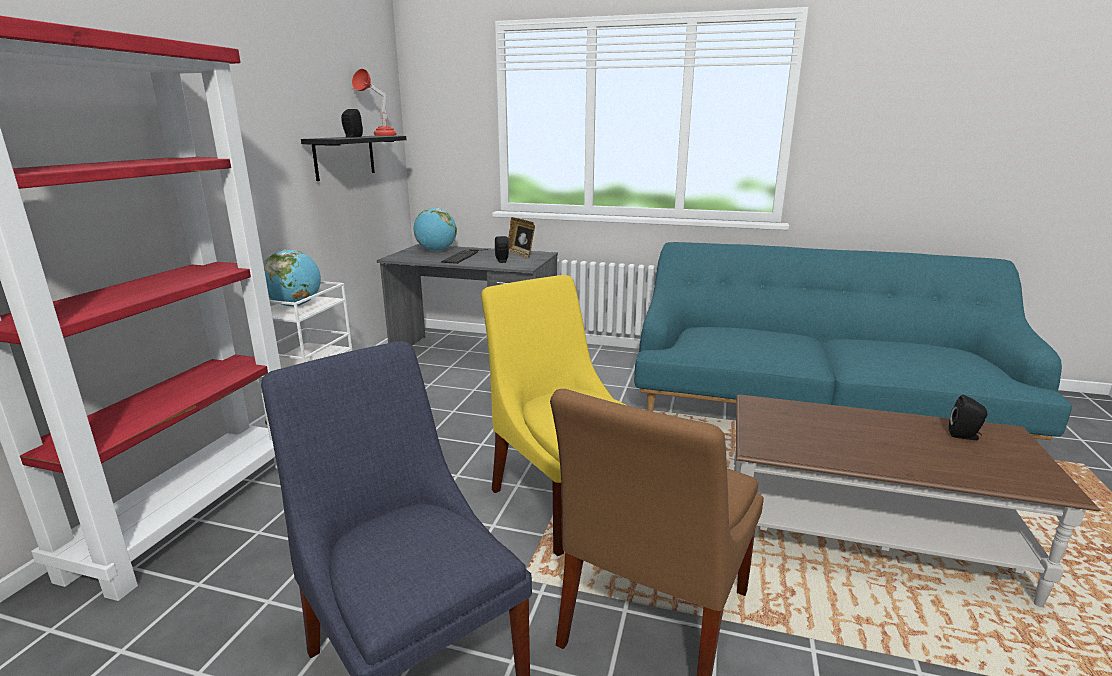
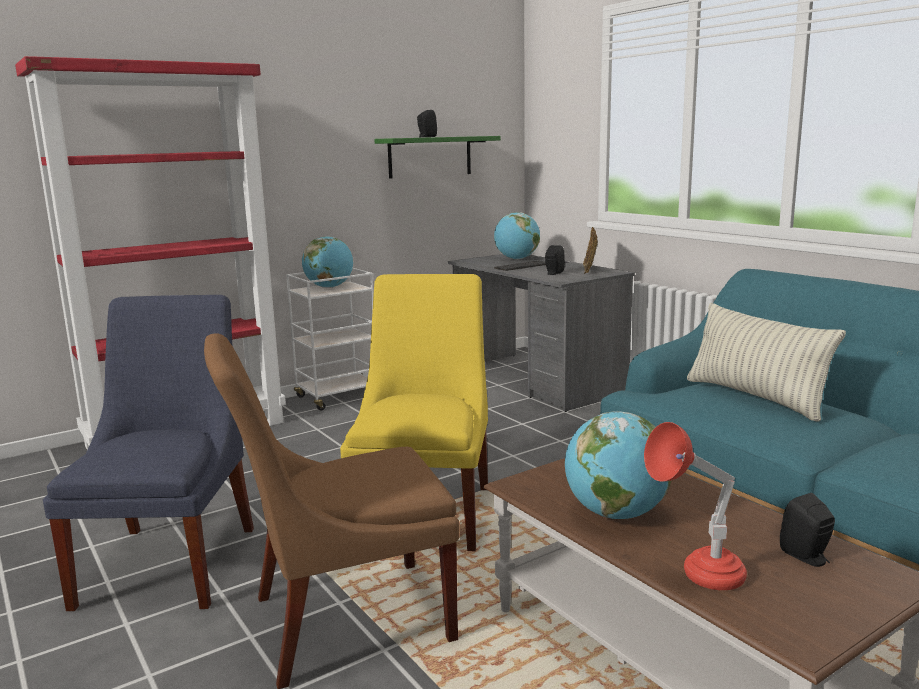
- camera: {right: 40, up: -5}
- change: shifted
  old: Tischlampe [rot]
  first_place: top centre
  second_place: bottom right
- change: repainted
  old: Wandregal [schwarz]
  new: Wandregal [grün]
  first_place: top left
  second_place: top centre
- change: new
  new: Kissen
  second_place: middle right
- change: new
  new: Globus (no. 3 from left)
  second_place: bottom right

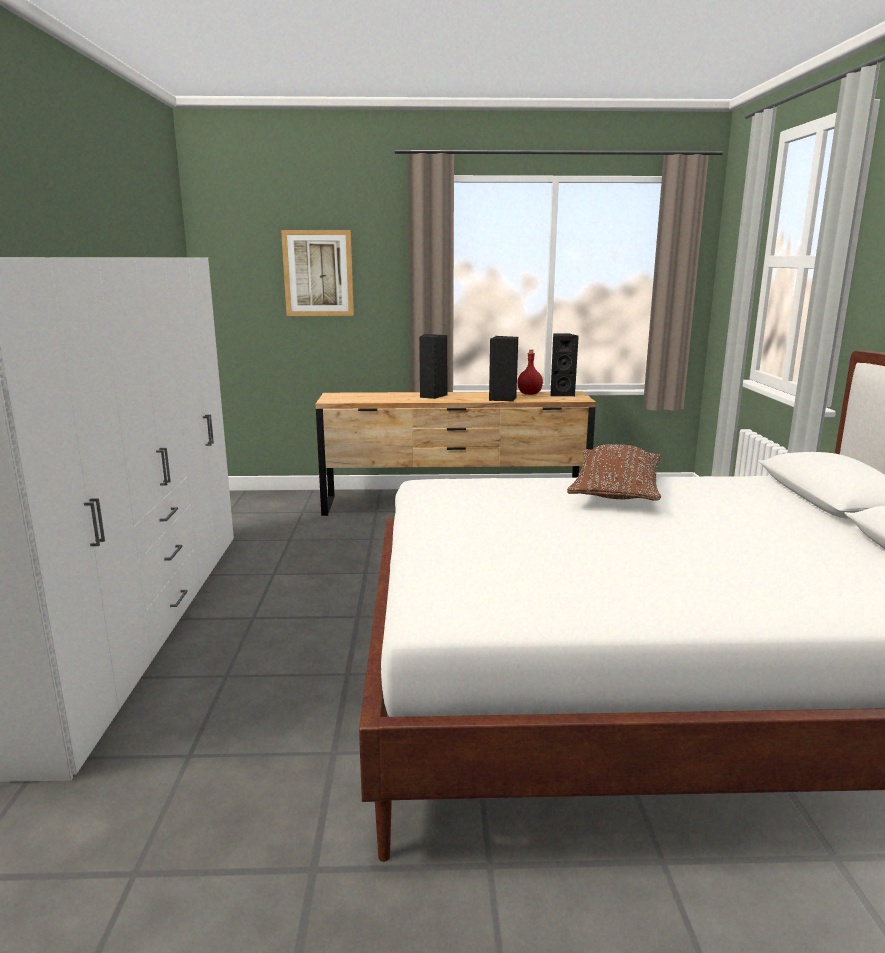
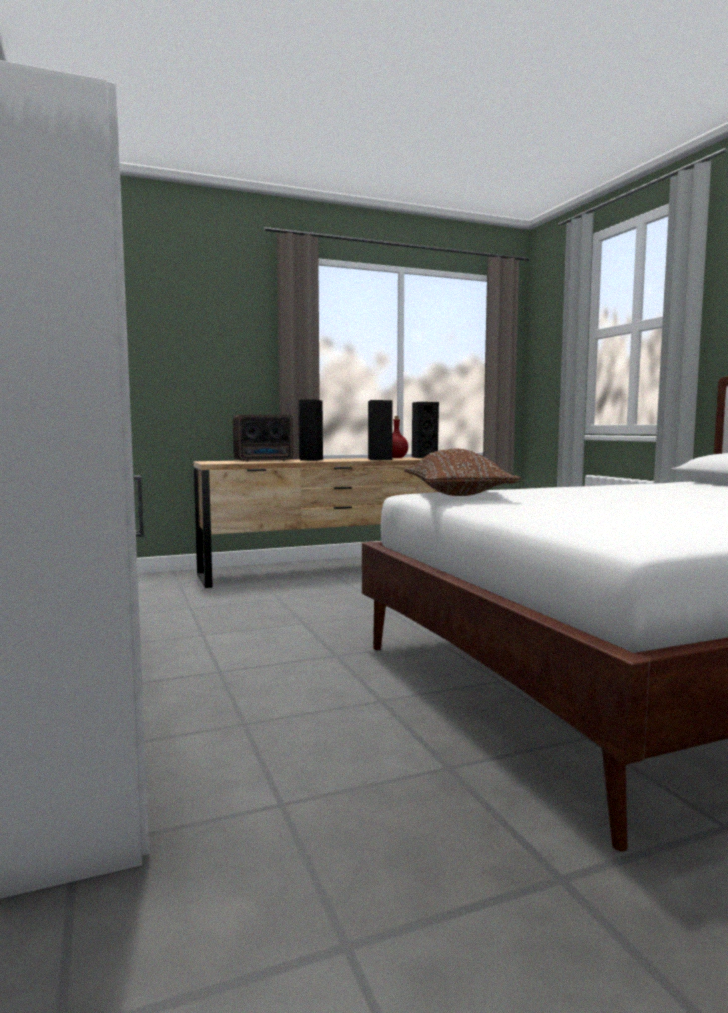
- camera: {right: -20, up: -10}
- change: gone
  old: Bild
  first_place: top centre
- change: shifted
  old: Kissen [braun]
  first_place: middle right
  second_place: centre
- change: new
  new: Radio
  second_place: centre

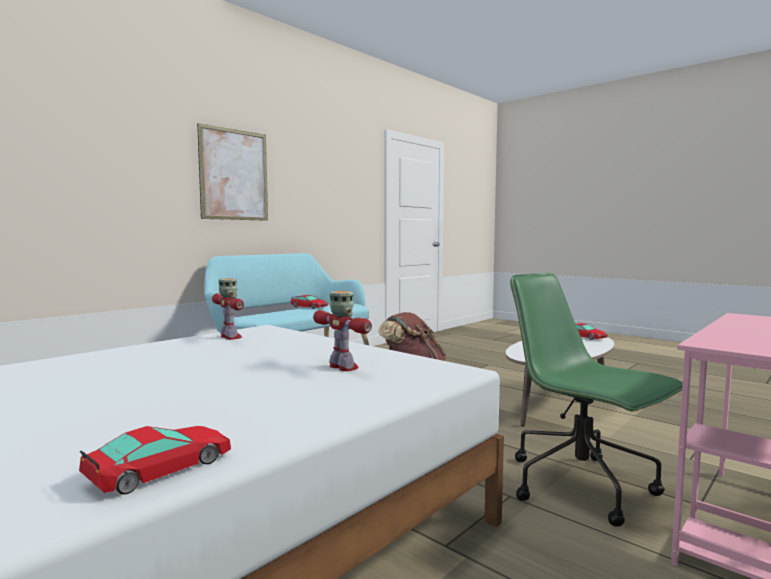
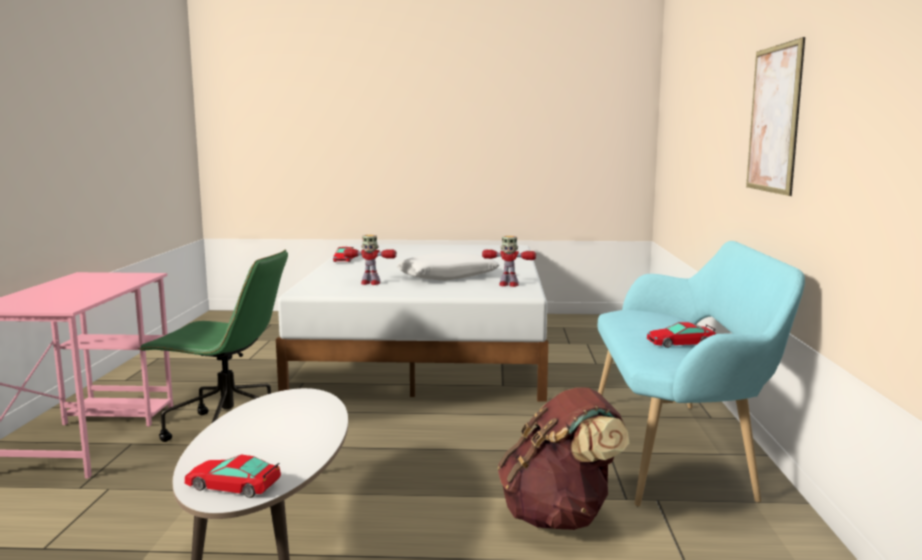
- camera: {right: 140, up: 5}
- change: new
  new: Kissen [weiß]
  second_place: centre

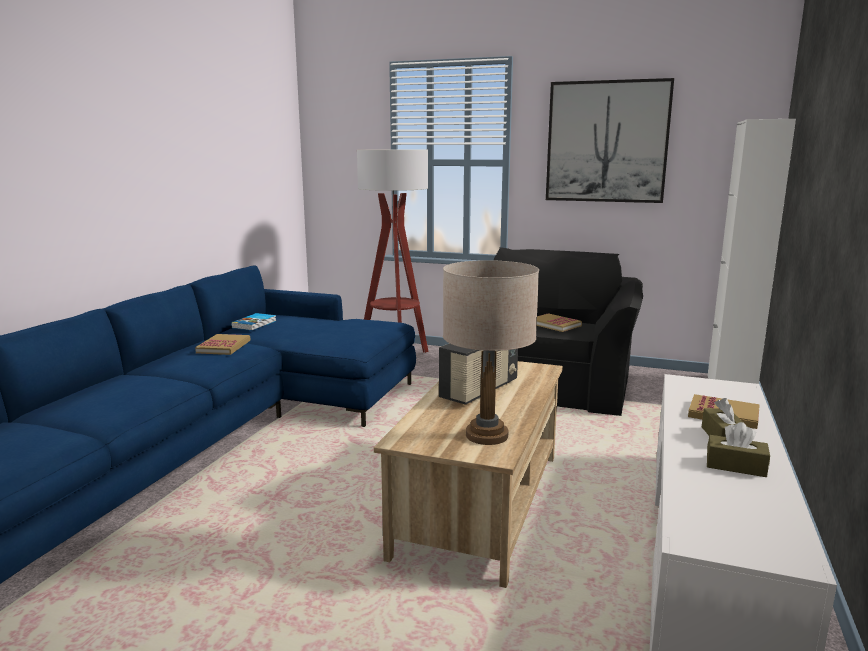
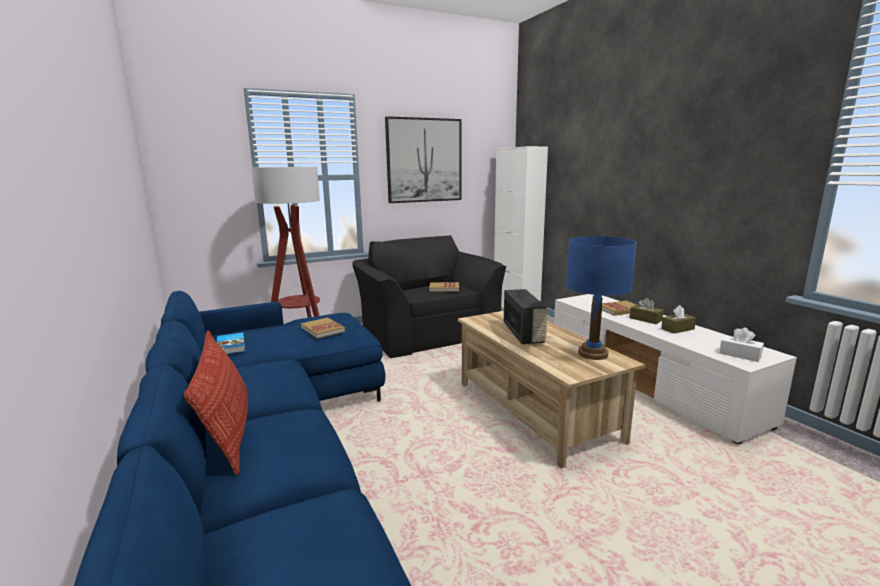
- camera: {right: -45, up: 0}
- change: repainted
  old: Tischlampe [beige]
  new: Tischlampe [blau]
  first_place: centre
  second_place: middle right
- change: shifted
  old: Buch (no. 1 from left in the first image)
  new: Buch (no. 2 from left)
  first_place: middle left
  second_place: centre
- change: new
  new: Taschentuchbox [weiß]
  second_place: middle right
- change: new
  new: Kissen
  second_place: bottom left

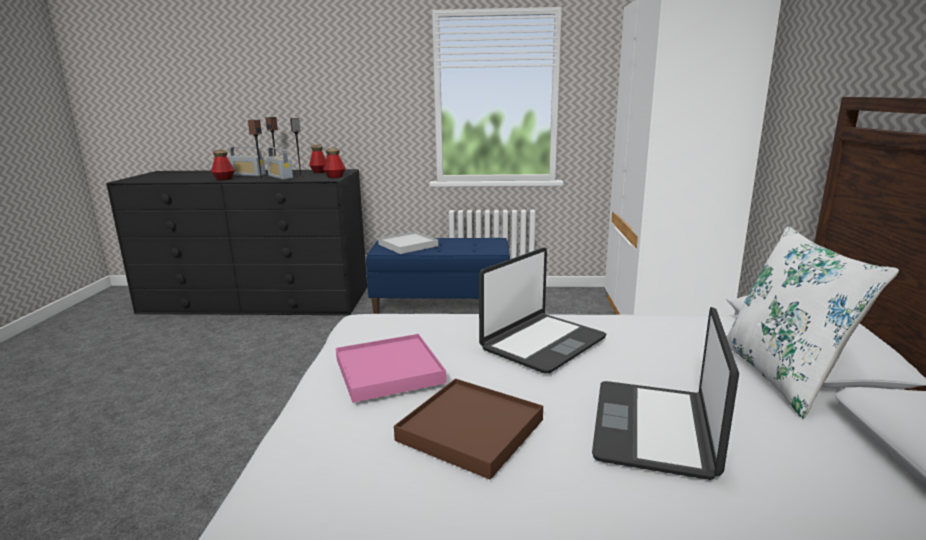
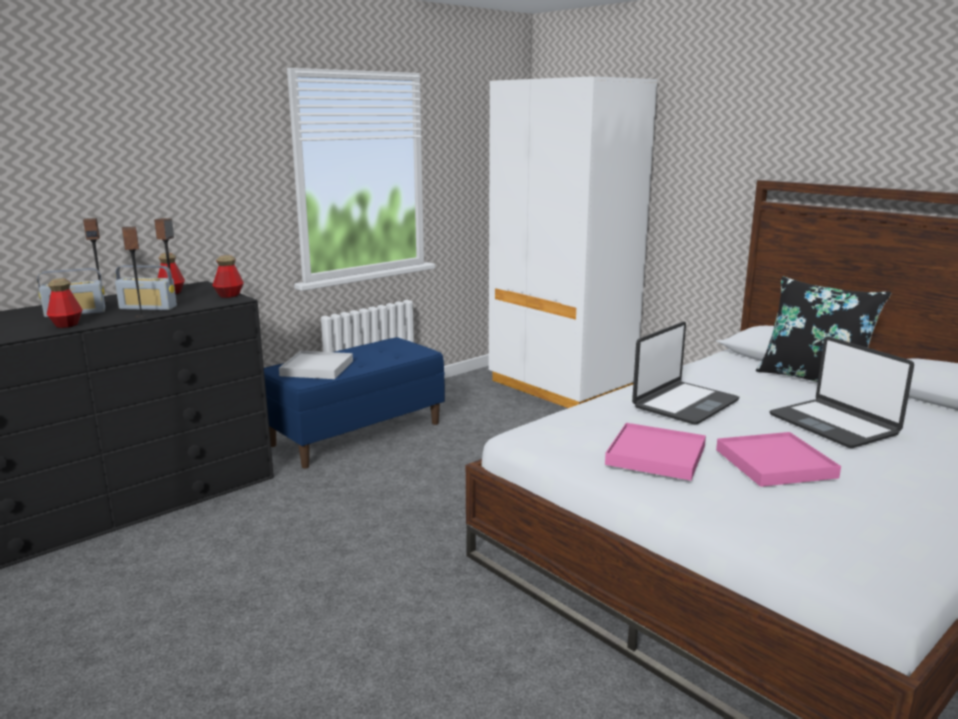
- camera: {right: -45, up: 0}
- change: repainted
  old: Kissen [weiß]
  new: Kissen [schwarz]
  first_place: middle right
  second_place: middle right
- change: rotated
  old: Laptop (no. 1 from left)
  first_place: centre
  second_place: middle right
  degrees: 45
- change: repainted
  old: Tablett [braun]
  new: Tablett [rosa] (no. 2 from left)
  first_place: bottom centre
  second_place: middle right

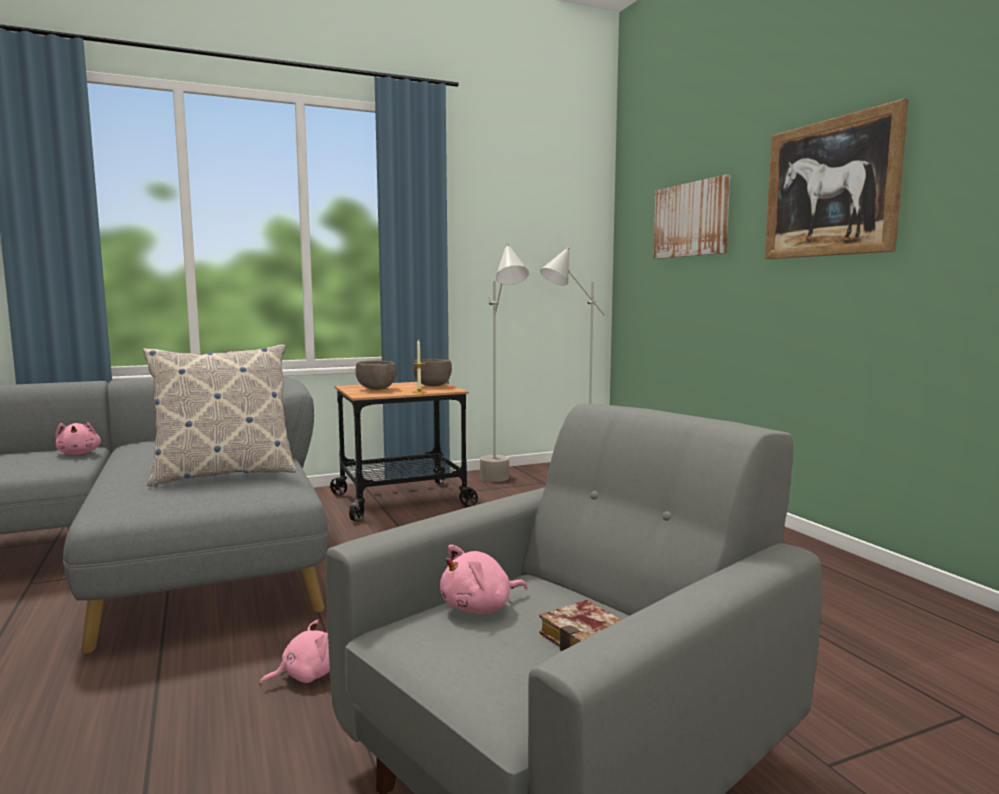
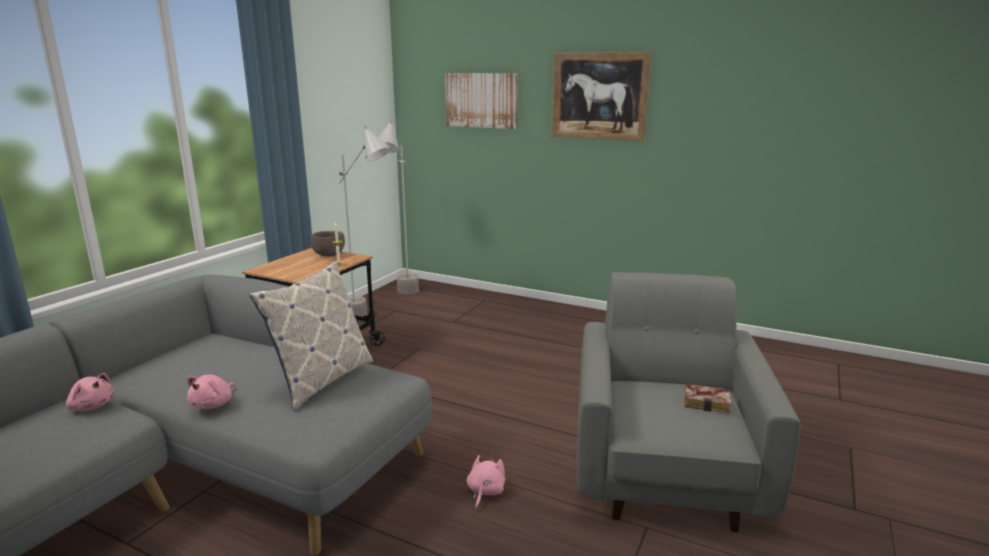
- camera: {right: -40, up: 10}
- change: gone
  old: Schüssel [braun] (no. 1 from left)
  first_place: centre
- change: shifted
  old: Plüschtier [rosa] (no. 3 from left in the first image)
  new: Plüschtier [rosa] (no. 2 from left)
  first_place: bottom centre
  second_place: bottom left

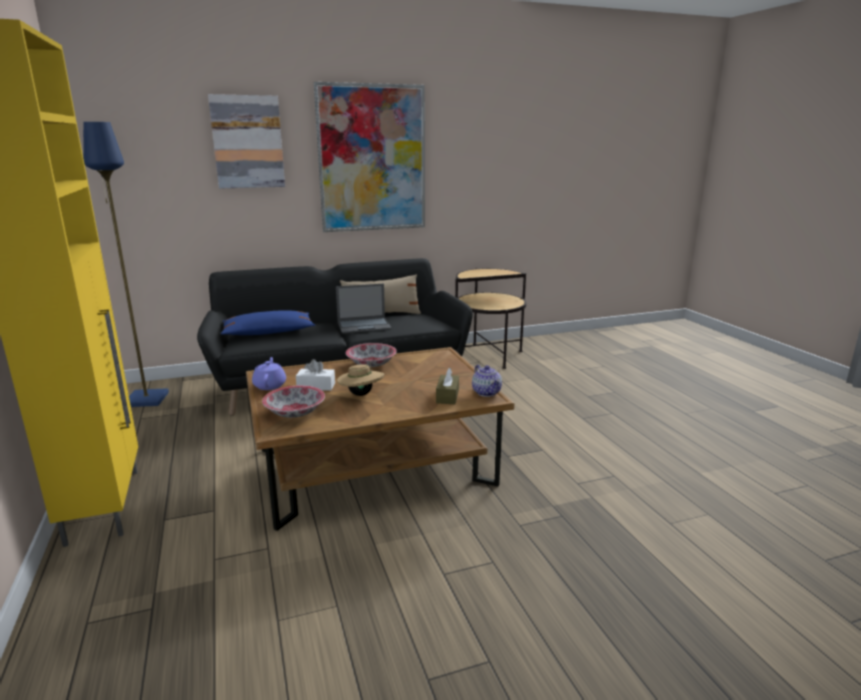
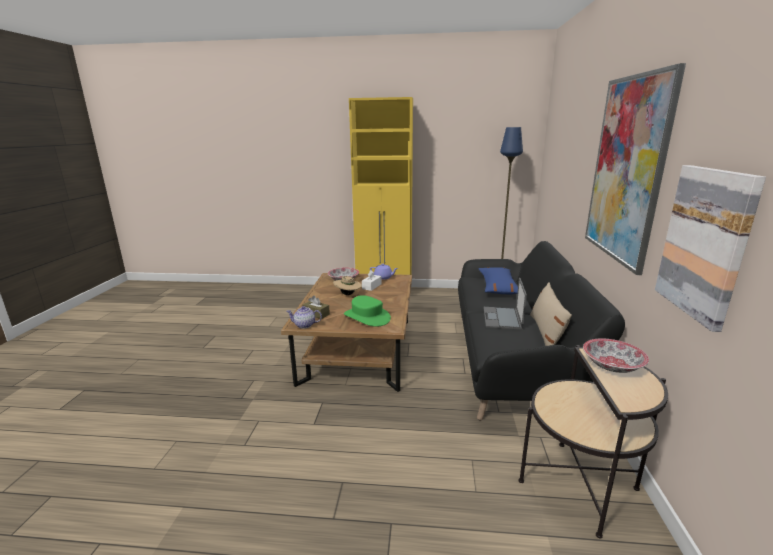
- camera: {right: 115, up: 0}
- change: shifted
  old: Bild (no. 1 from left in the first image)
  new: Bild (no. 2 from left)
  first_place: top left
  second_place: middle right
- change: shifted
  old: Schüssel (no. 2 from left)
  first_place: centre
  second_place: middle right
- change: new
  new: Hut [grün]
  second_place: centre

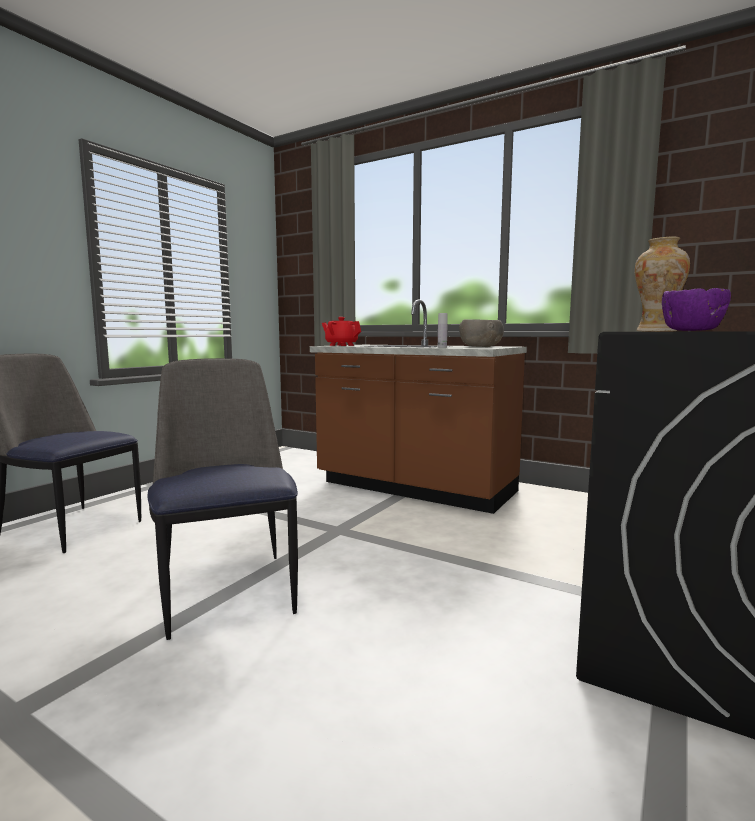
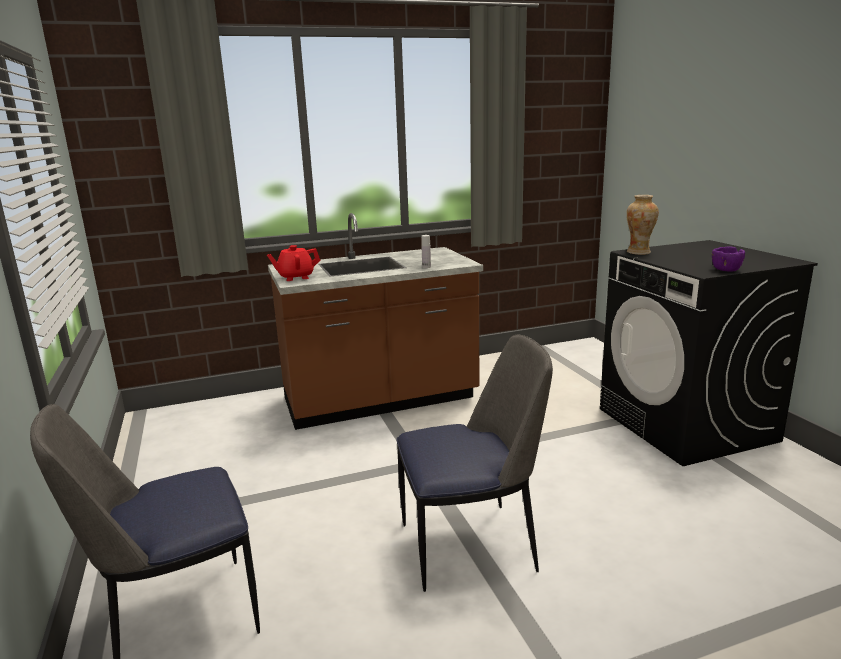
- camera: {right: -50, up: 10}
- change: gone
  old: Schüssel [grau]
  first_place: centre
- change: rotated
  old: Stuhl (no. 2 from left)
  first_place: middle left
  second_place: bottom centre
  degrees: 150

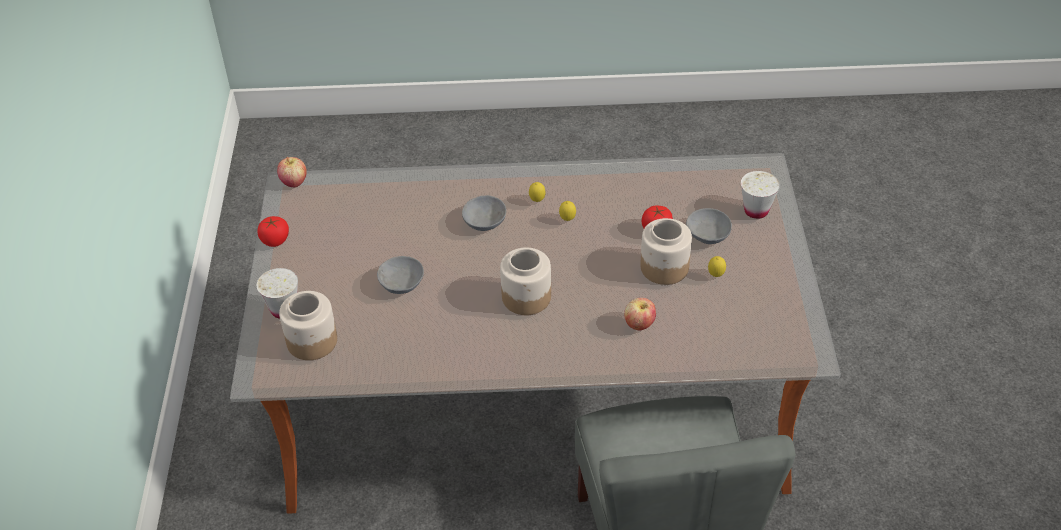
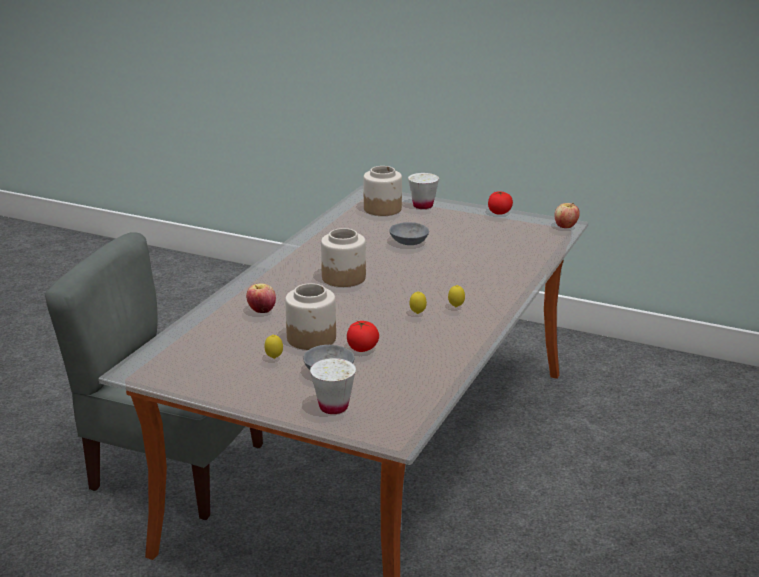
- camera: {right: 115, up: -20}
- change: gone
  old: Schüssel [grau] (no. 2 from left)
  first_place: centre

